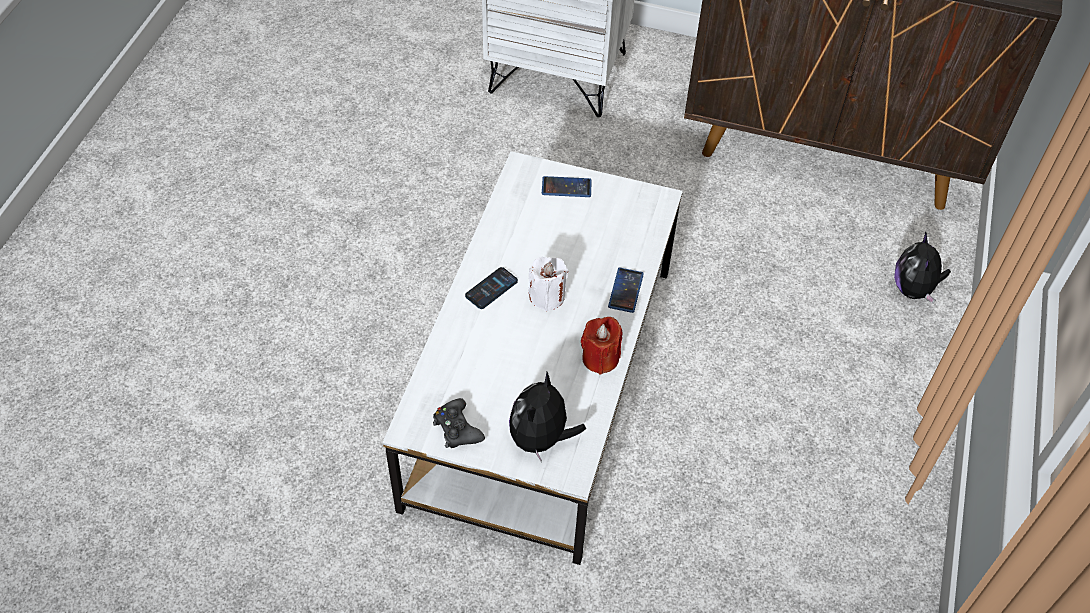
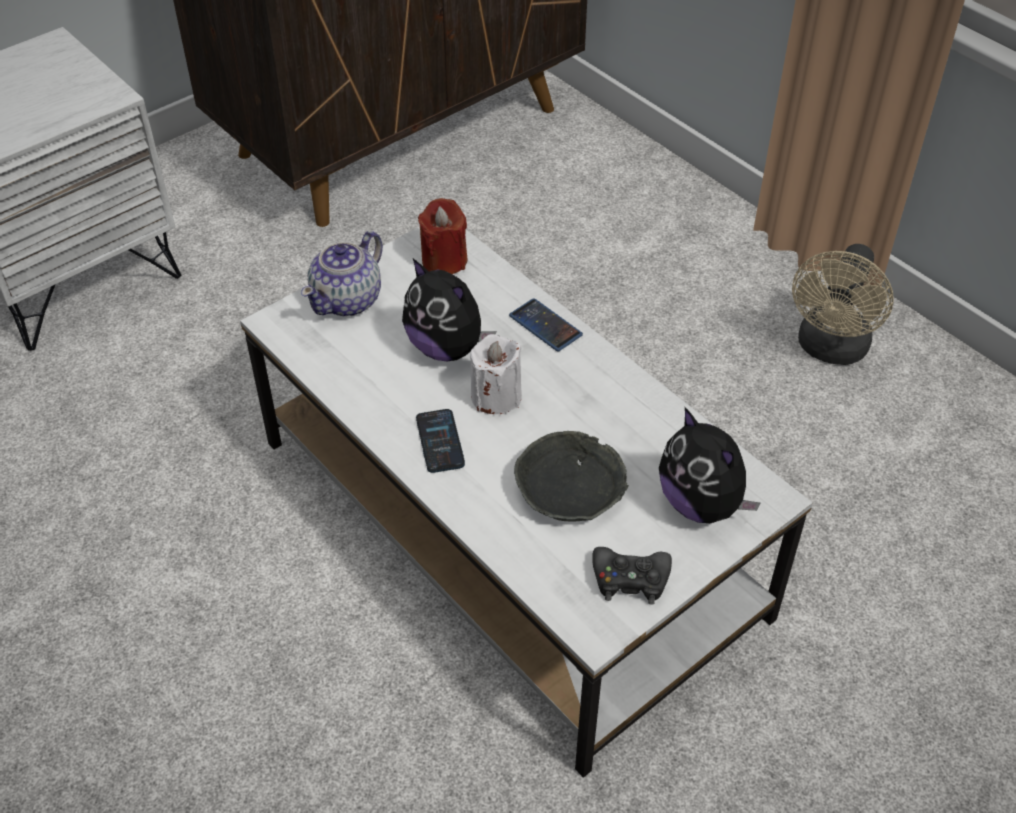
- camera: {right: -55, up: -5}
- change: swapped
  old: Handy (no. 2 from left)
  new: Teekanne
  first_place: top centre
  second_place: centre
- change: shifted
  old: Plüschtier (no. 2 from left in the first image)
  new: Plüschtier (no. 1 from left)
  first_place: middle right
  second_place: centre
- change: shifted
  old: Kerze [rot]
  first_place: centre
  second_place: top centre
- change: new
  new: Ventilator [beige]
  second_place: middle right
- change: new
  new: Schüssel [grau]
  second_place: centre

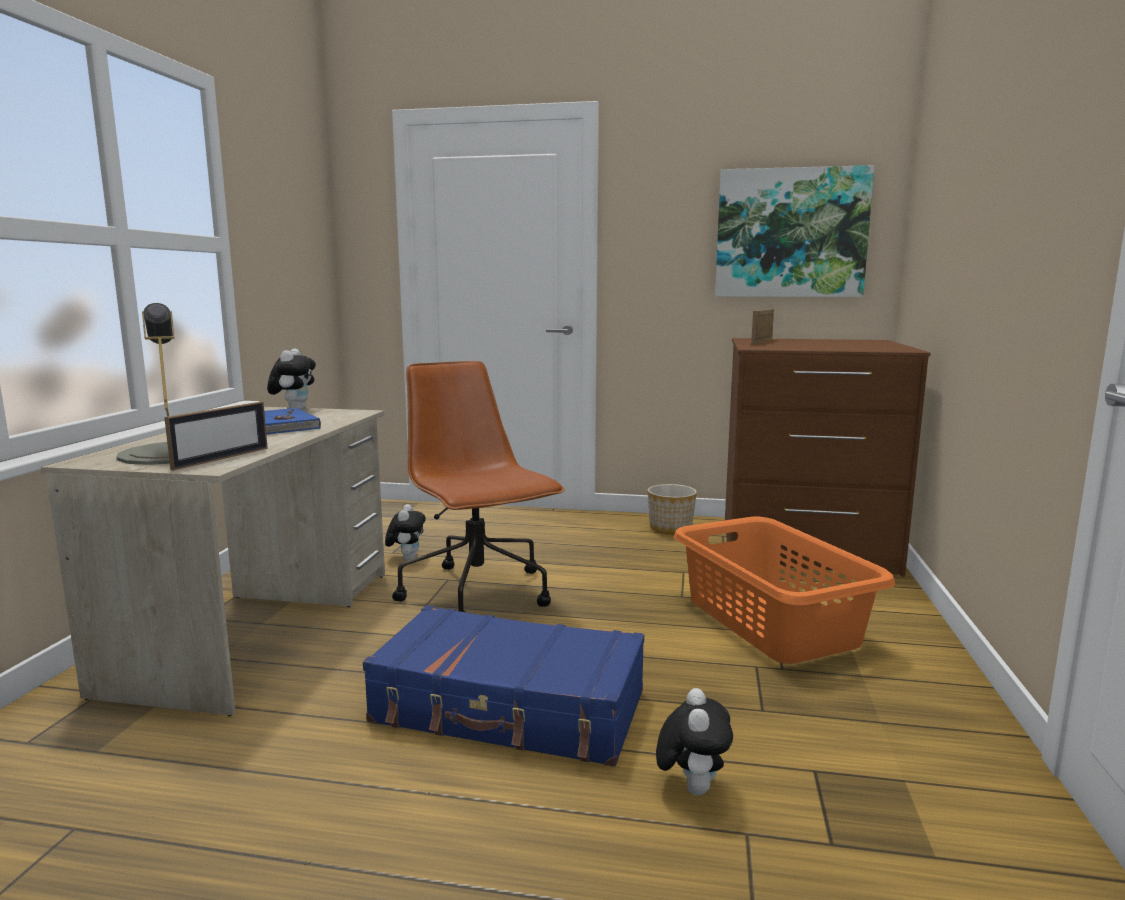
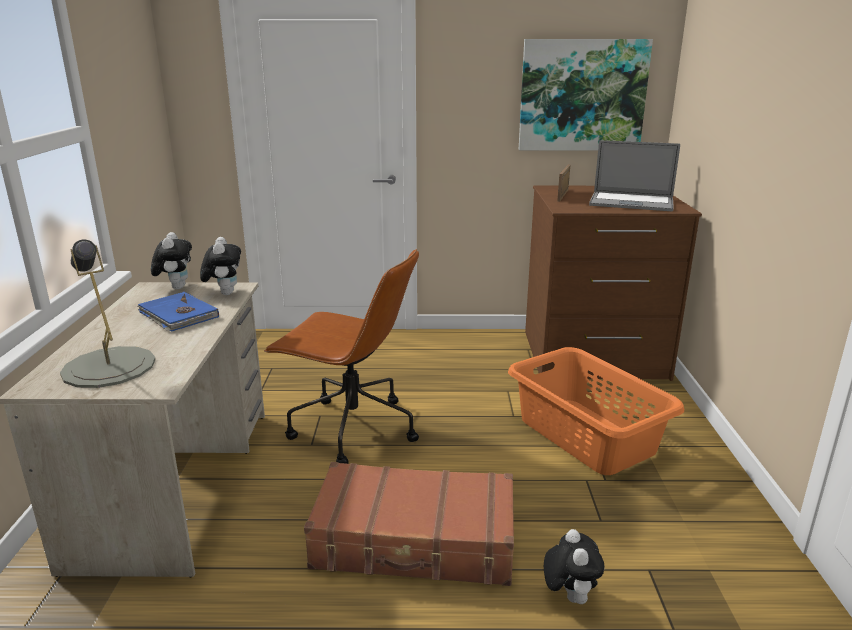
- camera: {right: -10, up: 10}
- change: rotated
  old: Bürostuhl [braun]
  first_place: centre
  second_place: centre
  degrees: 150
- change: gone
  old: Bilderrahmen (no. 1 from left)
  first_place: middle left
- change: gone
  old: Pflanzkübel
  first_place: centre
- change: shifted
  old: Plüschtier (no. 2 from left)
  first_place: centre
  second_place: middle left
- change: repainted
  old: Koffer [blau]
  new: Koffer [braun]
  first_place: bottom centre
  second_place: bottom centre
- change: new
  new: Laptop
  second_place: top right

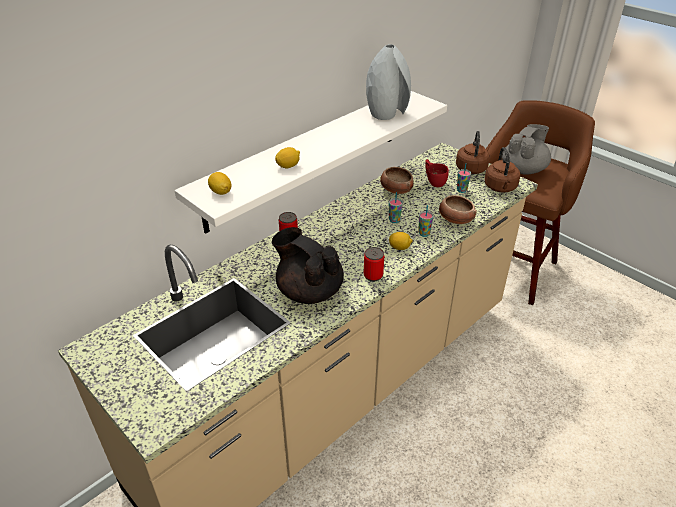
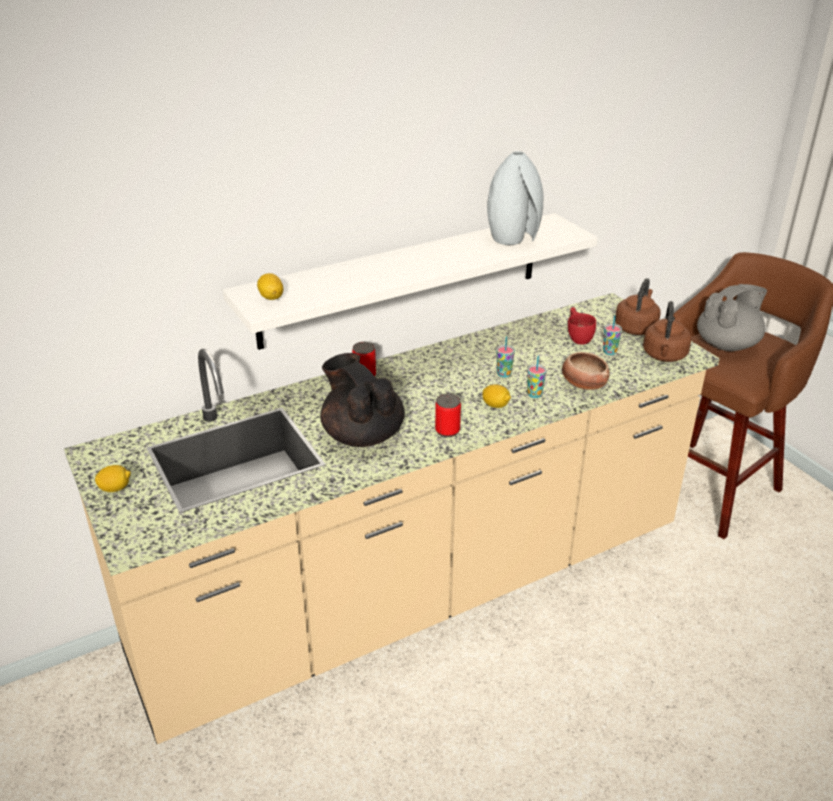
- camera: {right: 15, up: -5}
- change: shifted
  old: Zitrone (no. 2 from left in the first image)
  new: Zitrone (no. 1 from left)
  first_place: top centre
  second_place: middle left
- change: gone
  old: Schüssel (no. 1 from left)
  first_place: centre

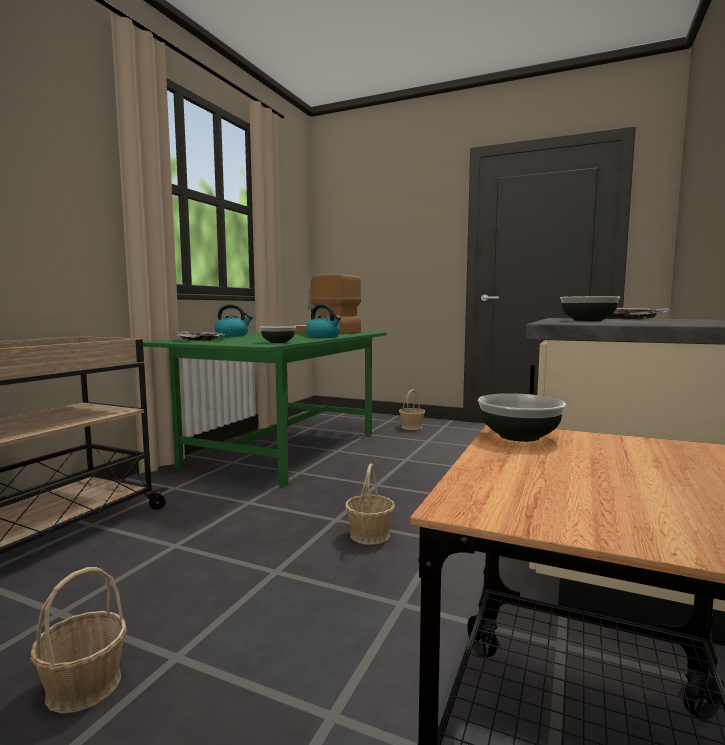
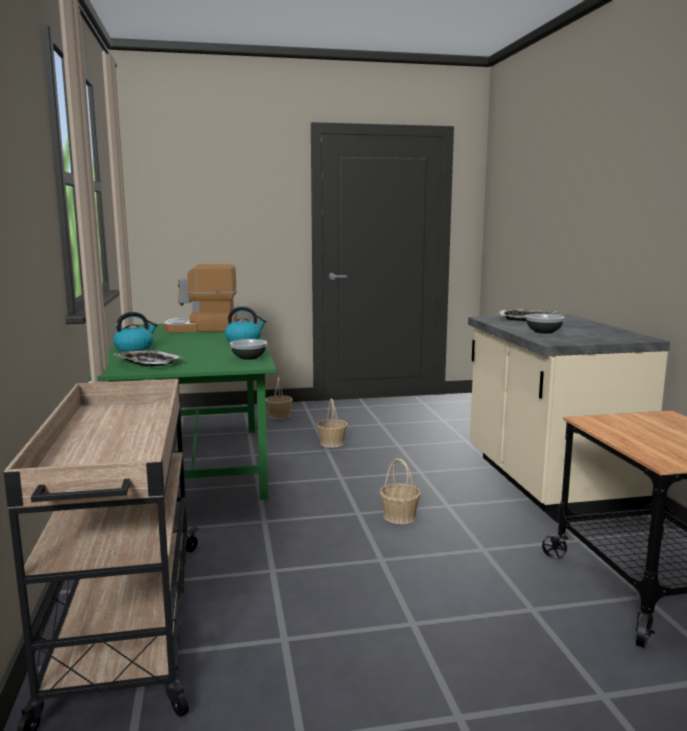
- camera: {right: -35, up: 5}
- change: gone
  old: Schüssel (no. 2 from left)
  first_place: middle right
- change: shifted
  old: Korb (no. 1 from left in the first image)
  new: Korb (no. 2 from left)
  first_place: bottom left
  second_place: centre

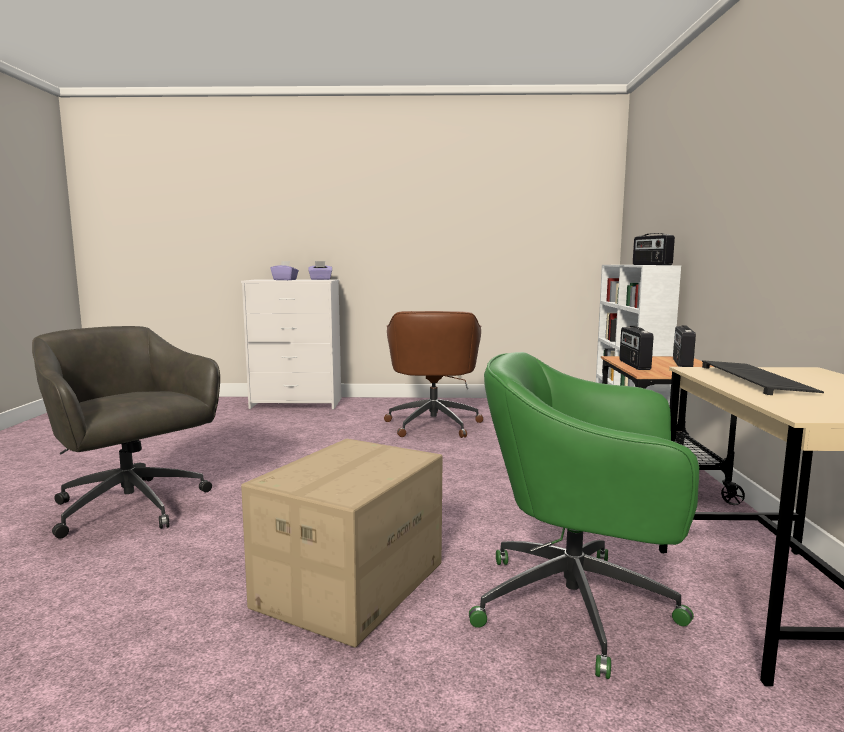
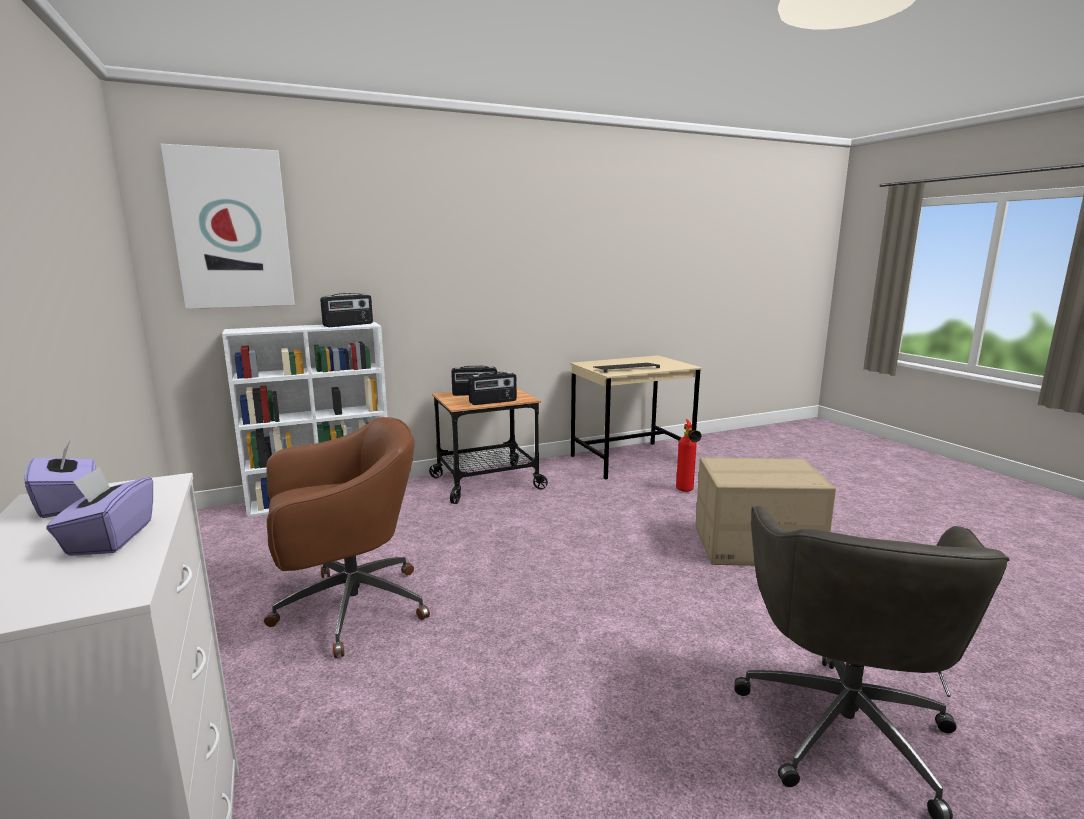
- camera: {right: -115, up: 5}
- change: swapped
  old: Bürostuhl [grün]
  new: Feuerlöscher
  first_place: bottom right
  second_place: centre
- change: new
  new: Bild
  second_place: top left

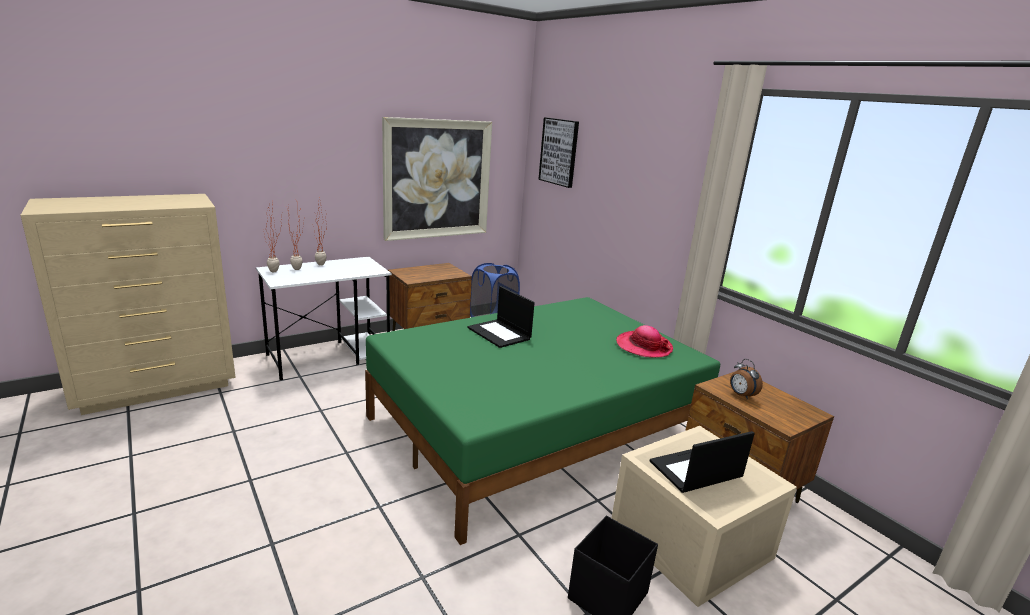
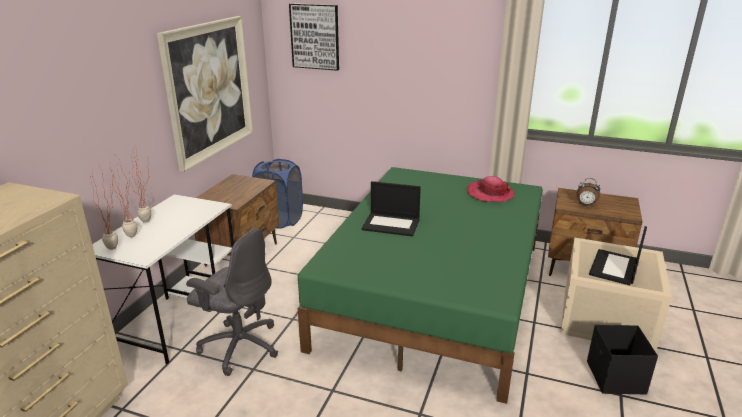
- camera: {right: -35, up: 5}
- change: new
  new: Bürostuhl [grau]
  second_place: bottom left

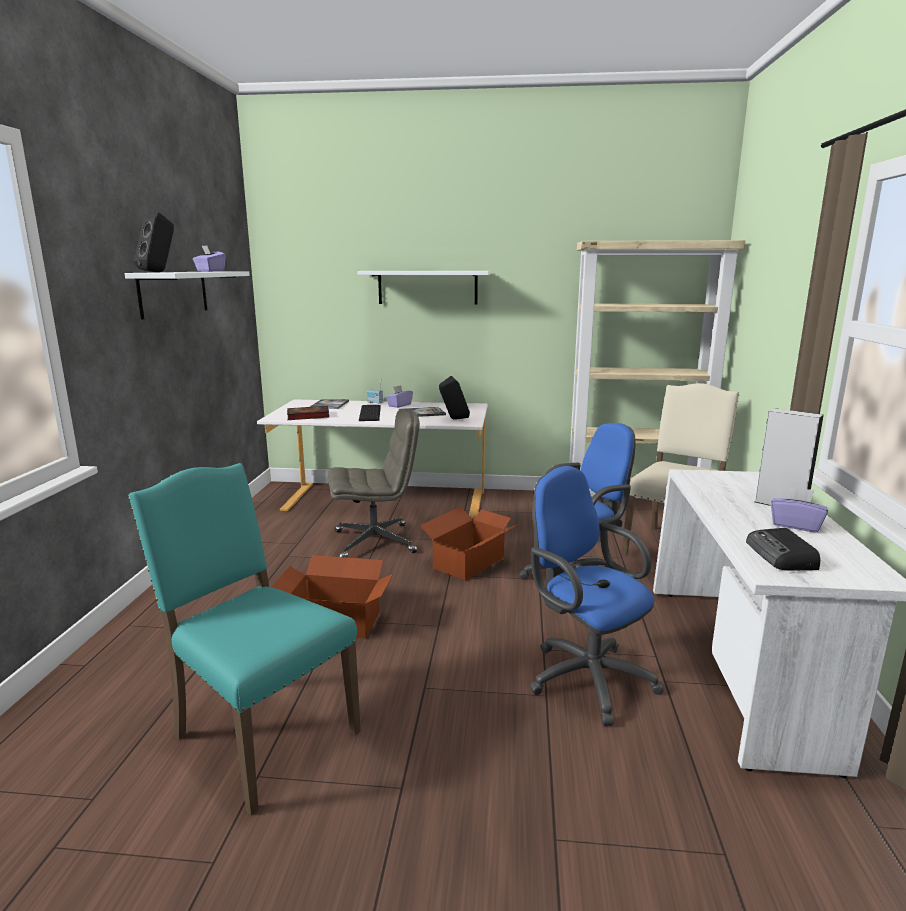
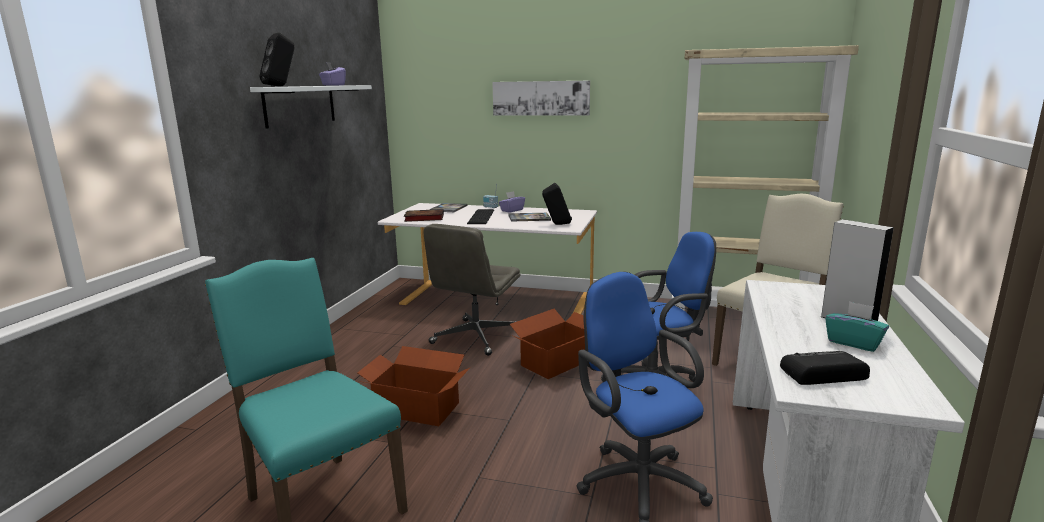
- camera: {right: 10, up: 0}
- change: swapped
  old: Wandregal [weiß] (no. 2 from left)
  new: Bild
  first_place: top centre
  second_place: top centre
- change: rotated
  old: Bürostuhl [grau]
  first_place: centre
  second_place: centre
  degrees: 120
- change: repainted
  old: Taschentuchbox [lila] (no. 3 from left)
  new: Taschentuchbox [türkis]
  first_place: middle right
  second_place: middle right
- change: rotated
  old: Radio (no. 2 from left)
  first_place: middle right
  second_place: bottom right
  degrees: 75

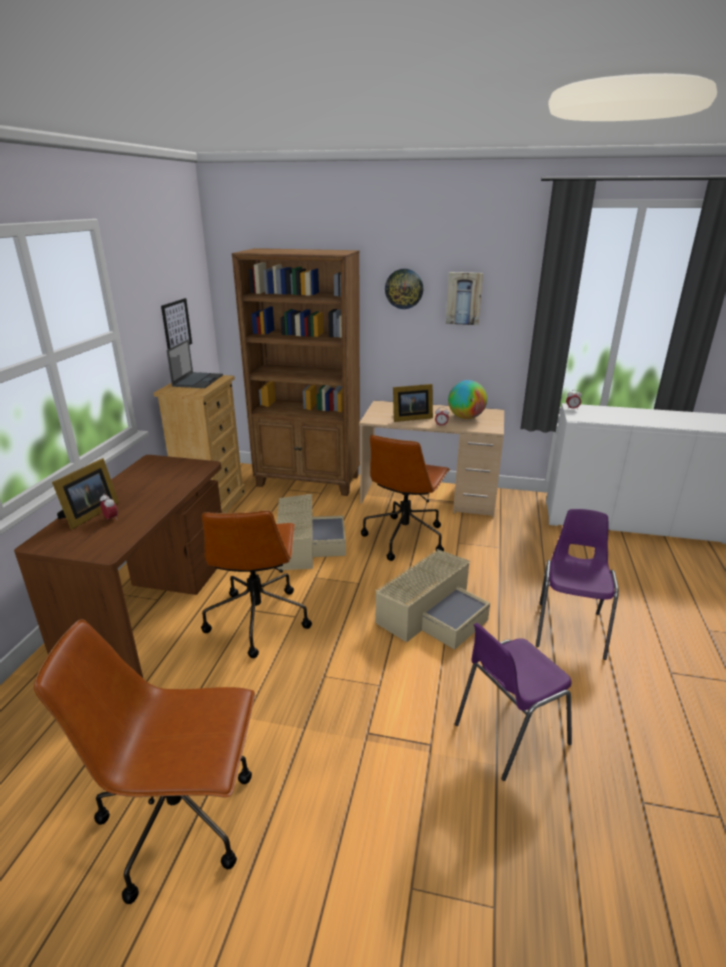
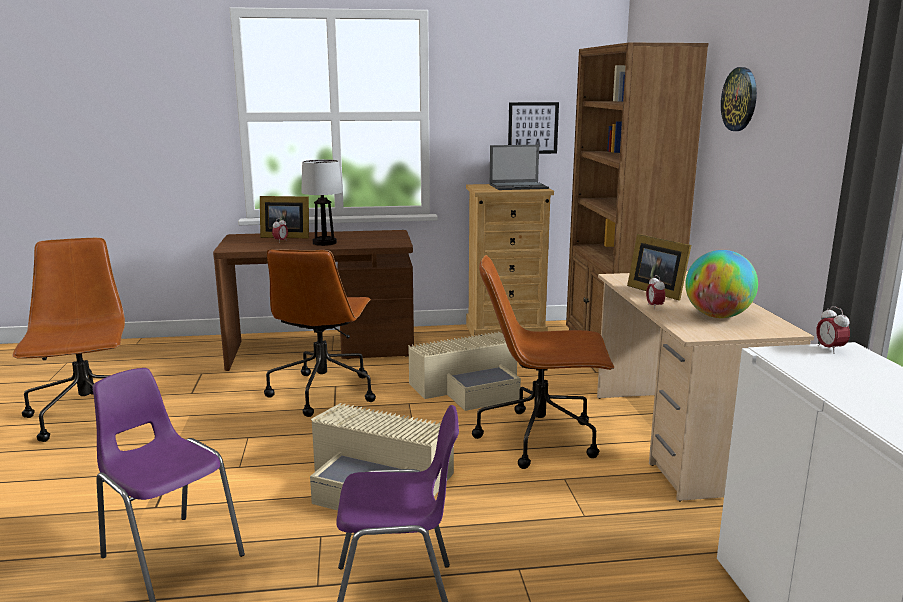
- camera: {right: 70, up: -10}
- change: gone
  old: Bild (no. 2 from left)
  first_place: top centre
- change: rotated
  old: Bürostuhl [braun] (no. 2 from left)
  first_place: centre
  second_place: centre
  degrees: -60
- change: new
  new: Tischlampe
  second_place: centre

